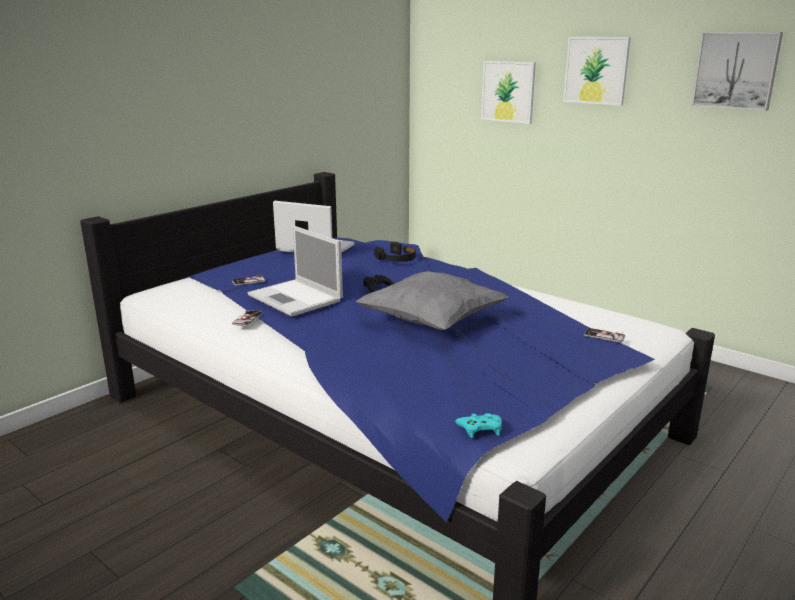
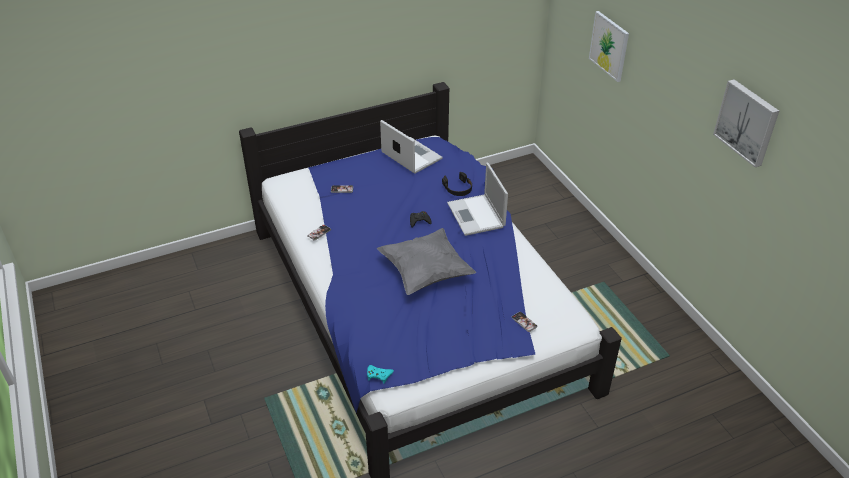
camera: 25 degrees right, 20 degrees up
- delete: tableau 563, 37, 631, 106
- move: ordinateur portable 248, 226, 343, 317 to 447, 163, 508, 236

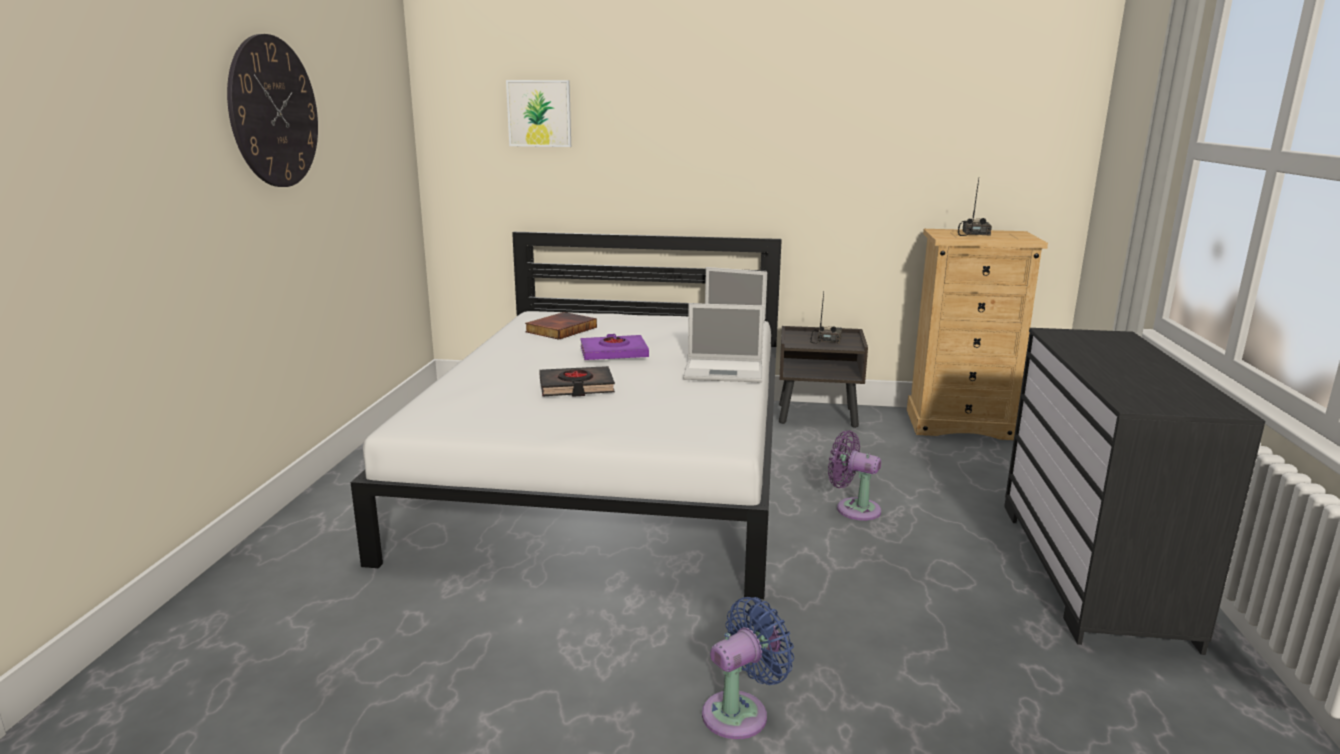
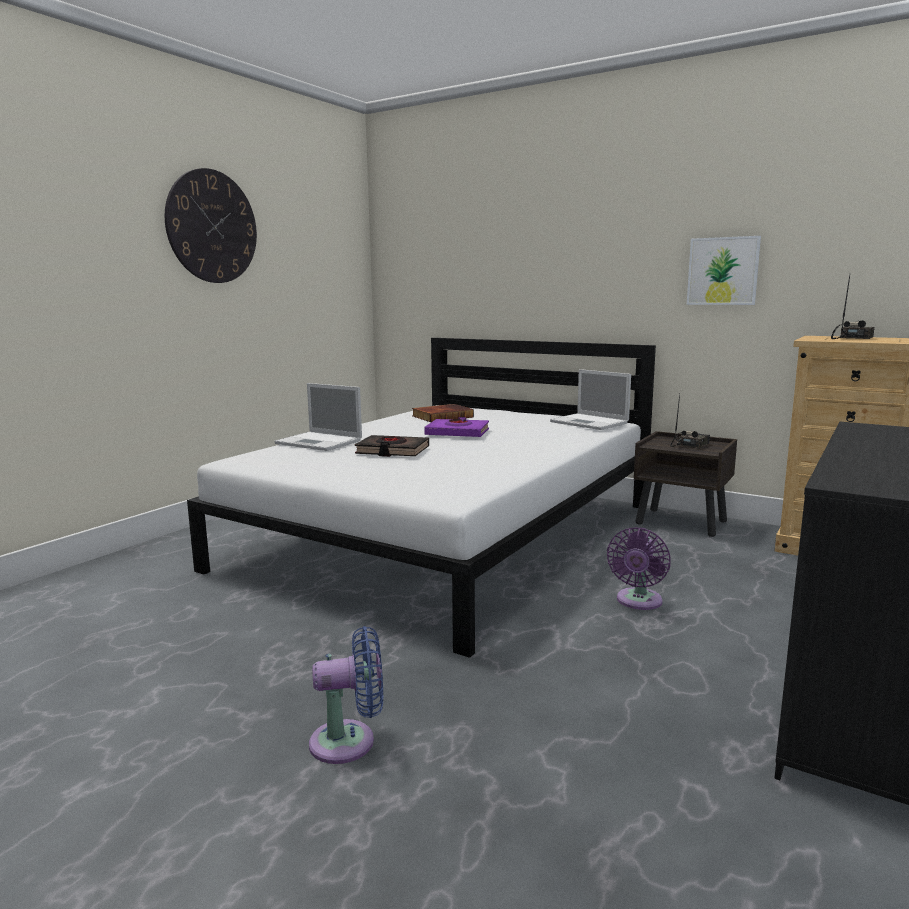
camera: 25 degrees right, 5 degrees down
- move: tableau 506, 80, 571, 147 to 687, 236, 761, 305
- move: ordinateur portable 683, 303, 764, 383 to 274, 383, 362, 451
- rotate: ventilateur [violet] 828, 431, 881, 521 = 607, 528, 671, 610 120 degrees counterclockwise

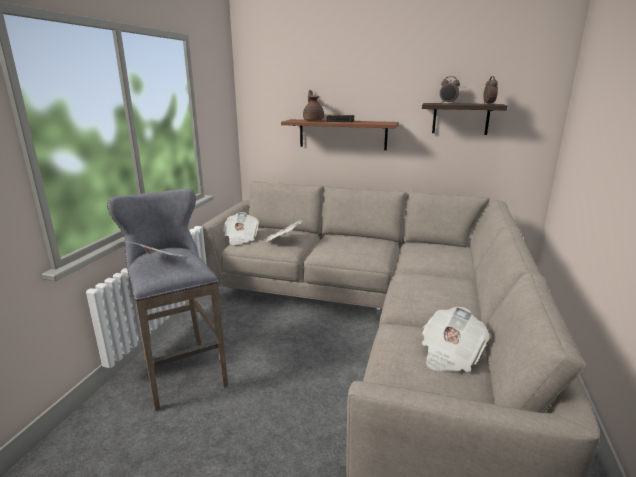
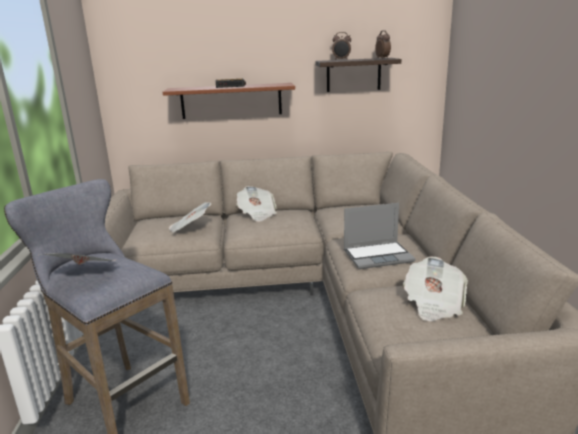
camera: 20 degrees left, 0 degrees up
- delete: théière [marron] 303, 90, 324, 121
- move: journal 223, 212, 259, 245 to 237, 186, 277, 222
- insert: ordinateur portable 344, 203, 415, 269

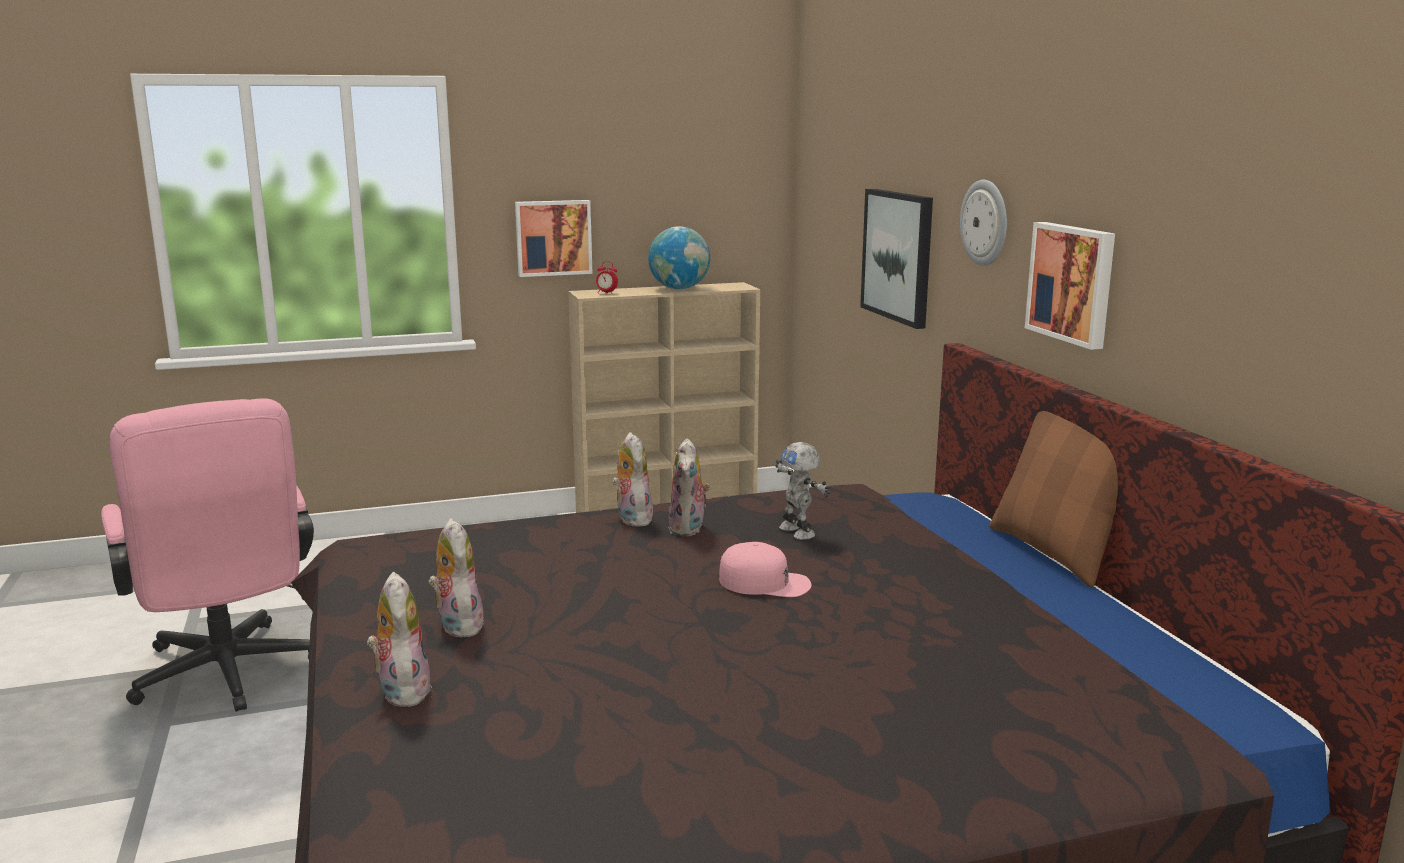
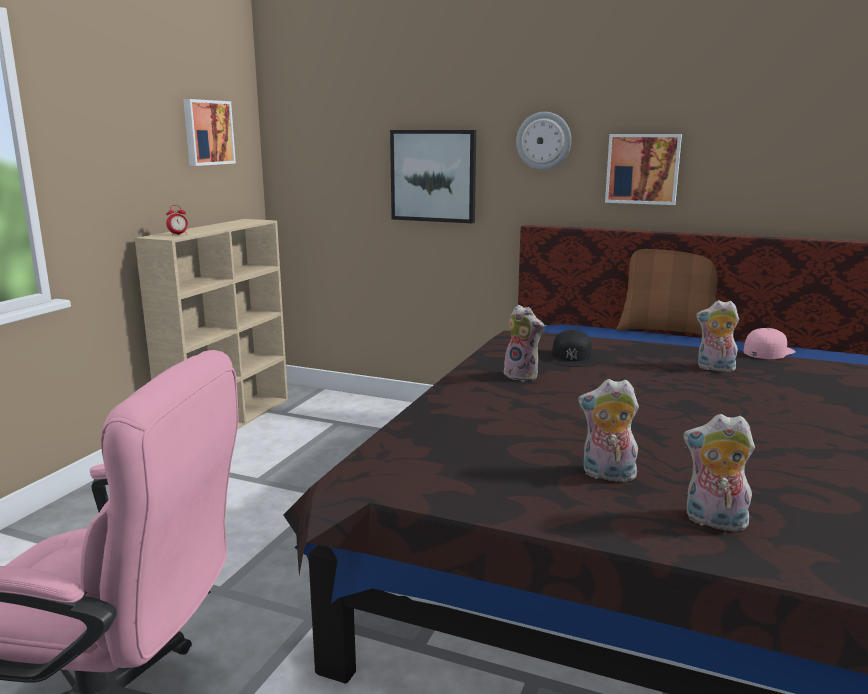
camera: 50 degrees left, 0 degrees up
- move: tableau 515, 200, 592, 277 to 183, 99, 236, 166
- delete: globe 648, 226, 710, 289
- move: peluche 611, 432, 653, 527 to 696, 300, 739, 372
- replace: robot jouet 775, 442, 831, 540 to casquette [noir] 552, 330, 592, 367
- move: casquette [rose] 719, 542, 812, 597 to 743, 328, 796, 359

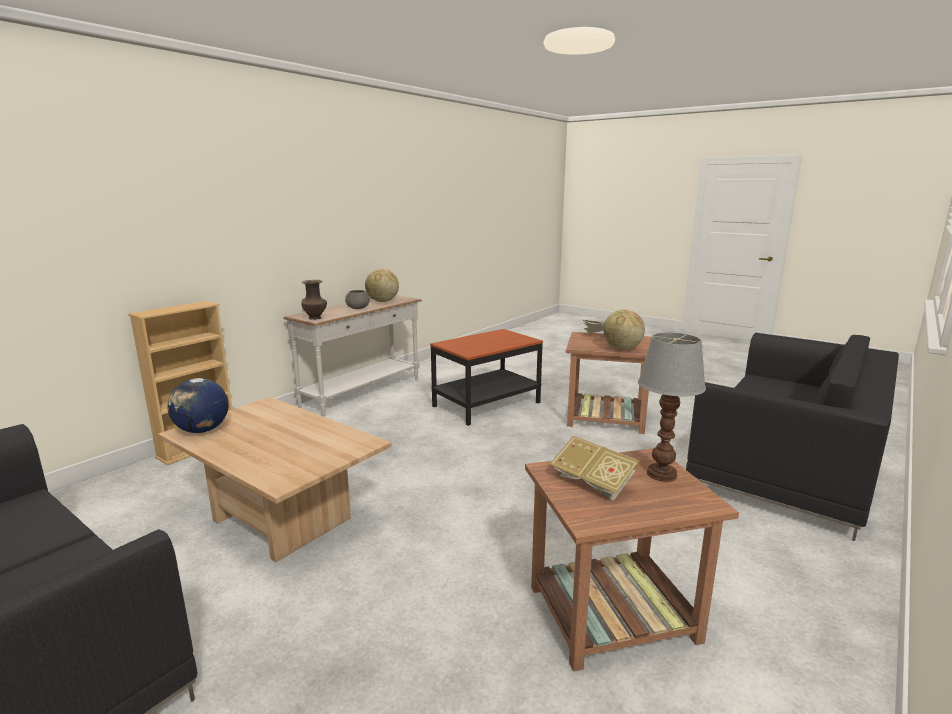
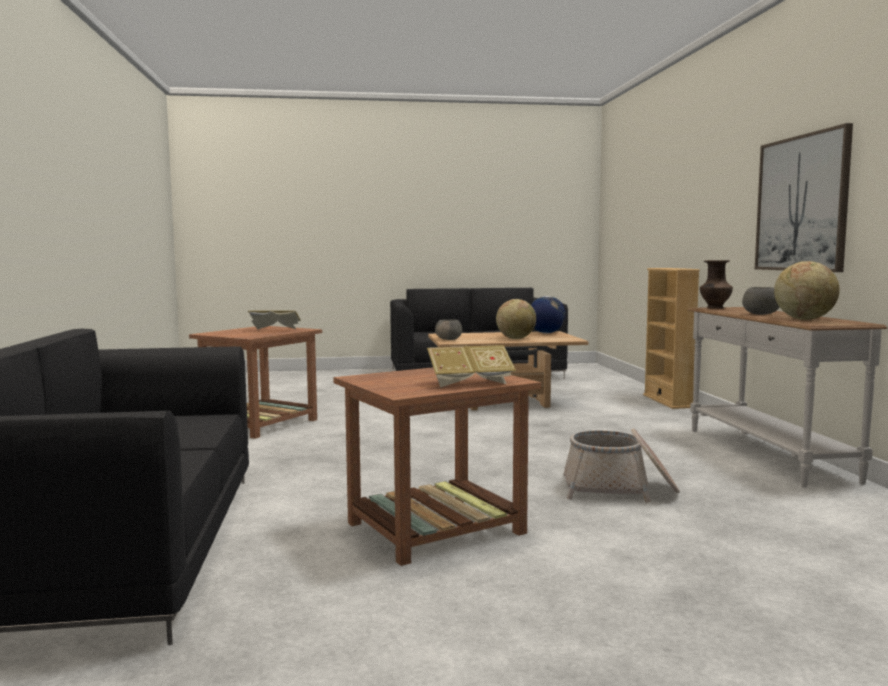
camera: 135 degrees right, 10 degrees down
- move: globe 603, 310, 645, 350 to 496, 299, 536, 339
- replace: table d'appoint 430, 329, 543, 426 to panier 563, 428, 680, 503
- delete: lampe de table 638, 333, 706, 482
- insert: tableau 755, 123, 853, 272
- insert: bol [gris] 435, 319, 462, 340

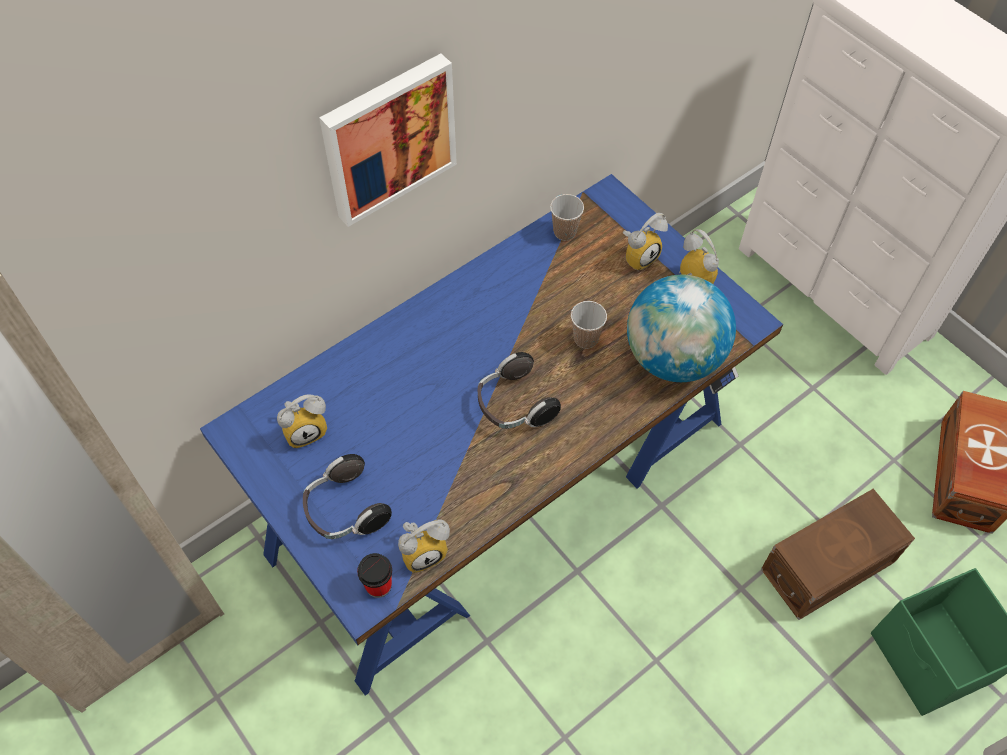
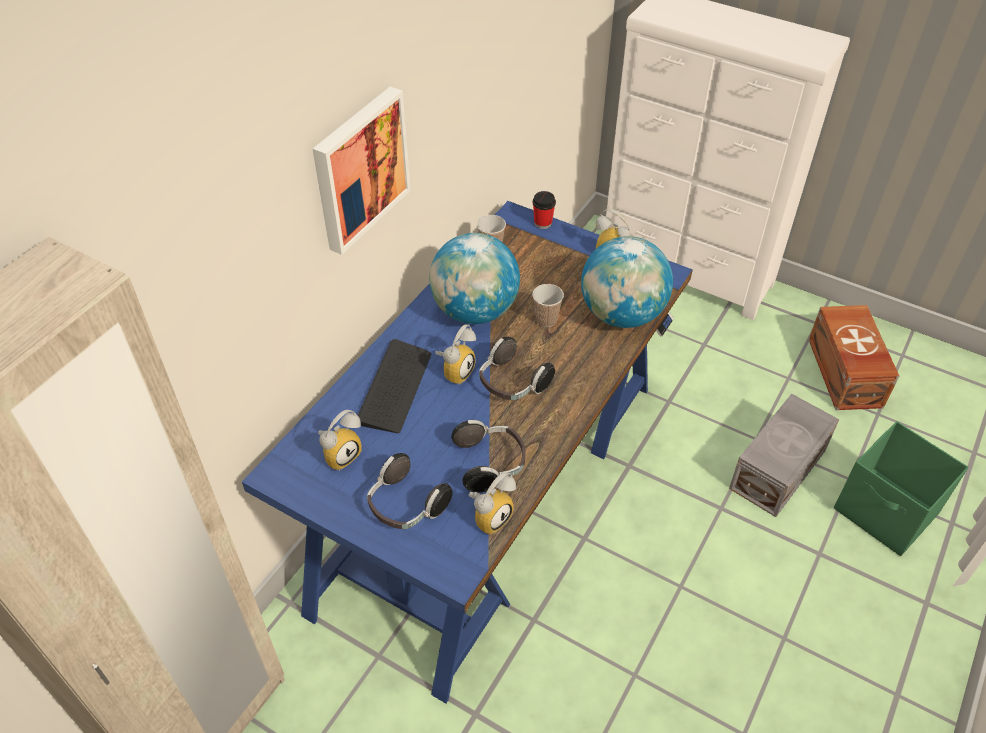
camera: 20 degrees left, 10 degrees down
- move: réveil 622, 213, 668, 271 to 435, 324, 476, 385
- recolor: boîte de rangement [marron] 761, 489, 915, 620 to boîte de rangement [gris] 729, 394, 839, 517
- move: tasse 357, 553, 392, 598 to 533, 191, 556, 229
- insert: globe 429, 233, 520, 324
- insert: clavier 358, 339, 431, 433
- insert: casque audio 451, 420, 526, 493

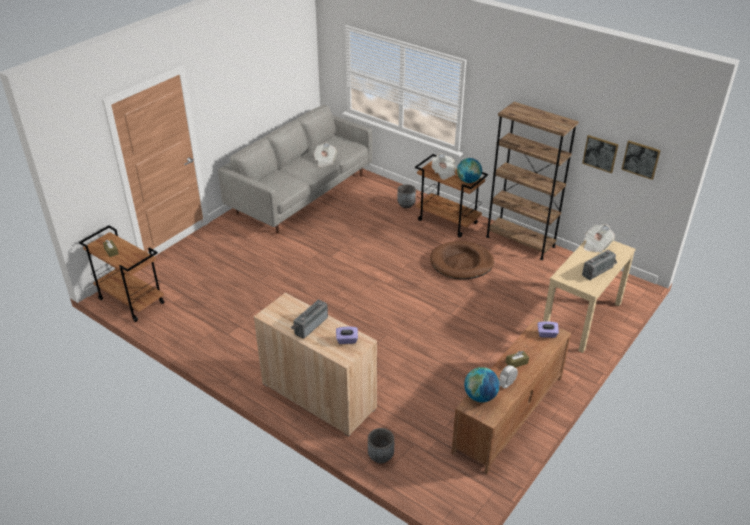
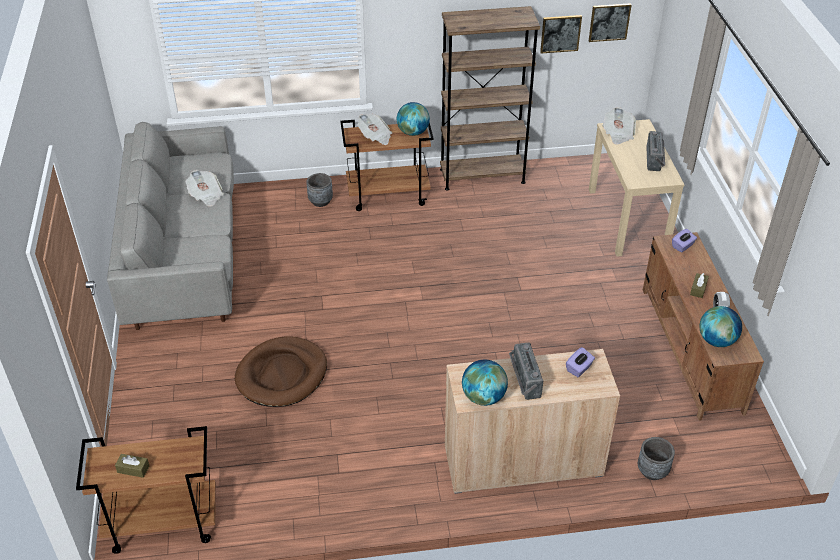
camera: 45 degrees left, 5 degrees up
- move: panier pour chien [marron] 430, 241, 494, 280 to 235, 337, 327, 407
- insert: globe 462, 359, 508, 406

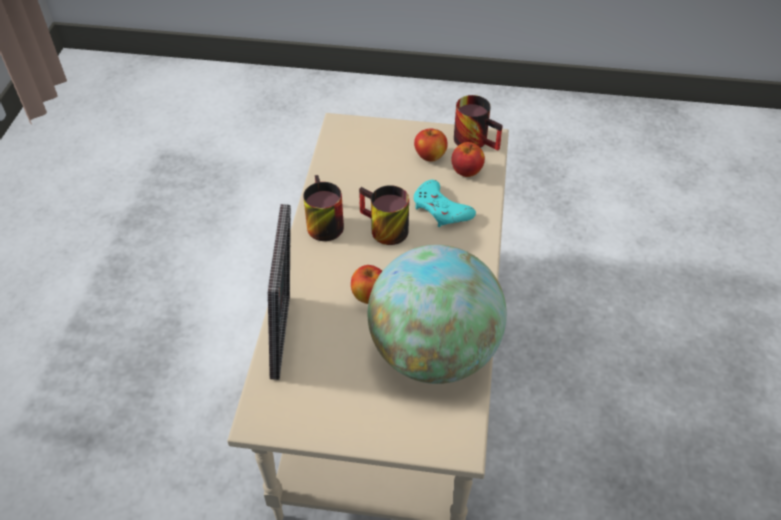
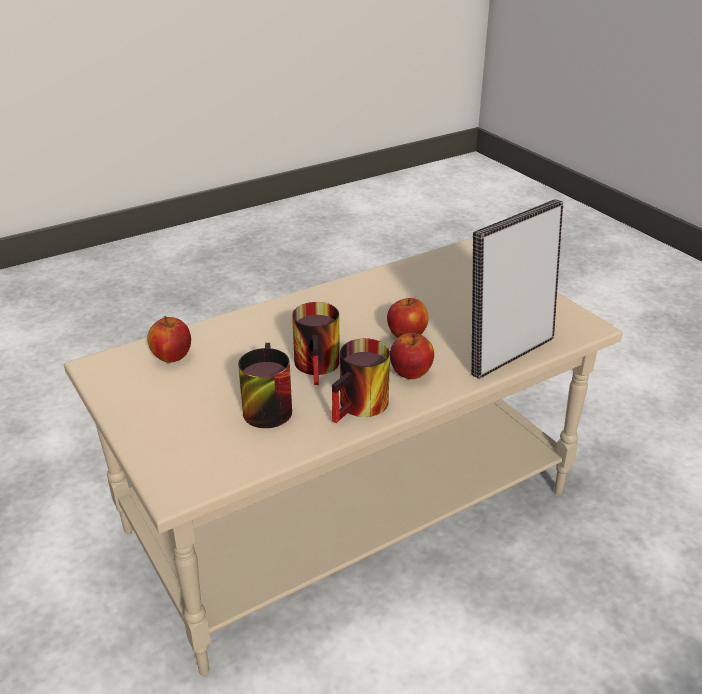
camera: 130 degrees left, 15 degrees down
- move: mug 454, 95, 503, 151 to 238, 343, 292, 428
- move: pomme 414, 128, 448, 161 to 390, 333, 434, 379
- delete: manette [turquoise] 414, 180, 476, 227
- delete: globe 367, 245, 507, 384

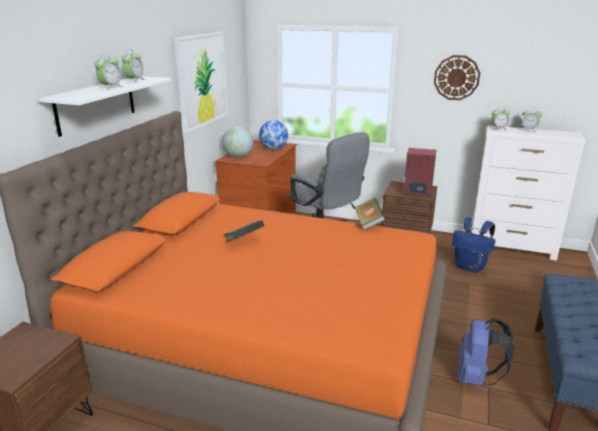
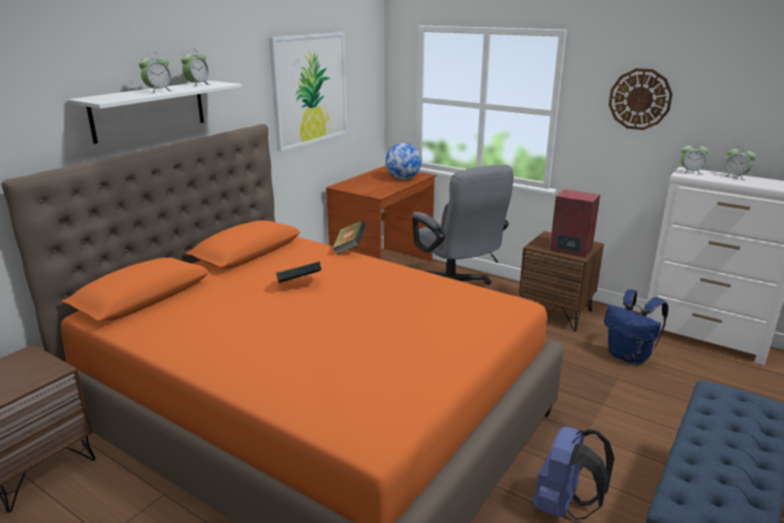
camera: 15 degrees right, 0 degrees up
- delete: globe 222, 126, 253, 158
- move: livre 354, 198, 386, 230 to 332, 221, 366, 255

